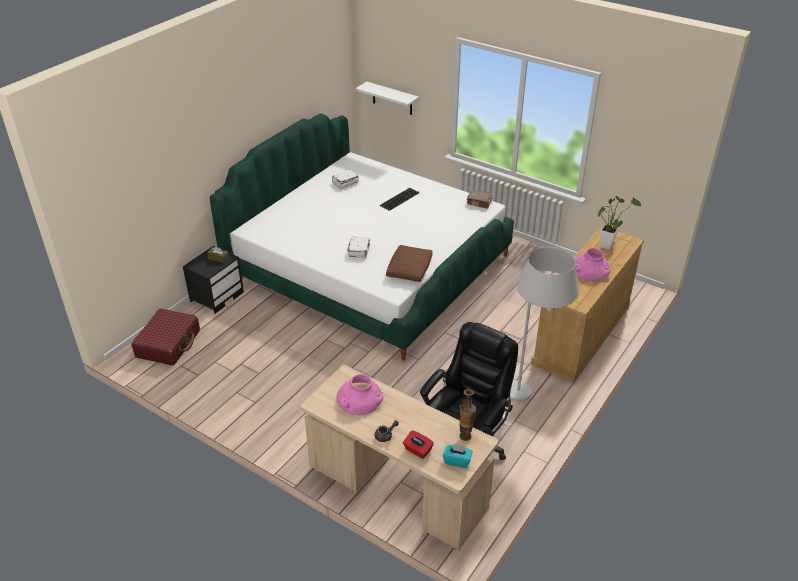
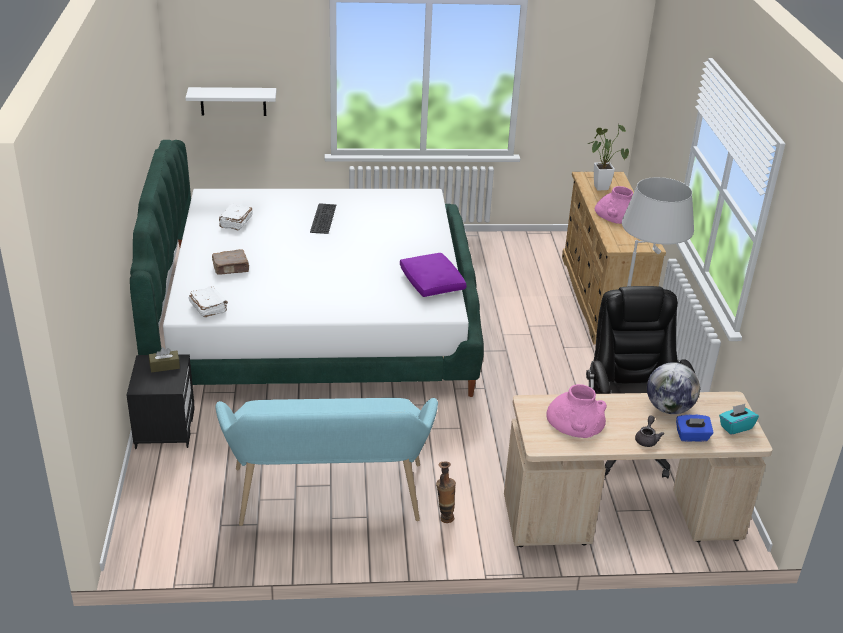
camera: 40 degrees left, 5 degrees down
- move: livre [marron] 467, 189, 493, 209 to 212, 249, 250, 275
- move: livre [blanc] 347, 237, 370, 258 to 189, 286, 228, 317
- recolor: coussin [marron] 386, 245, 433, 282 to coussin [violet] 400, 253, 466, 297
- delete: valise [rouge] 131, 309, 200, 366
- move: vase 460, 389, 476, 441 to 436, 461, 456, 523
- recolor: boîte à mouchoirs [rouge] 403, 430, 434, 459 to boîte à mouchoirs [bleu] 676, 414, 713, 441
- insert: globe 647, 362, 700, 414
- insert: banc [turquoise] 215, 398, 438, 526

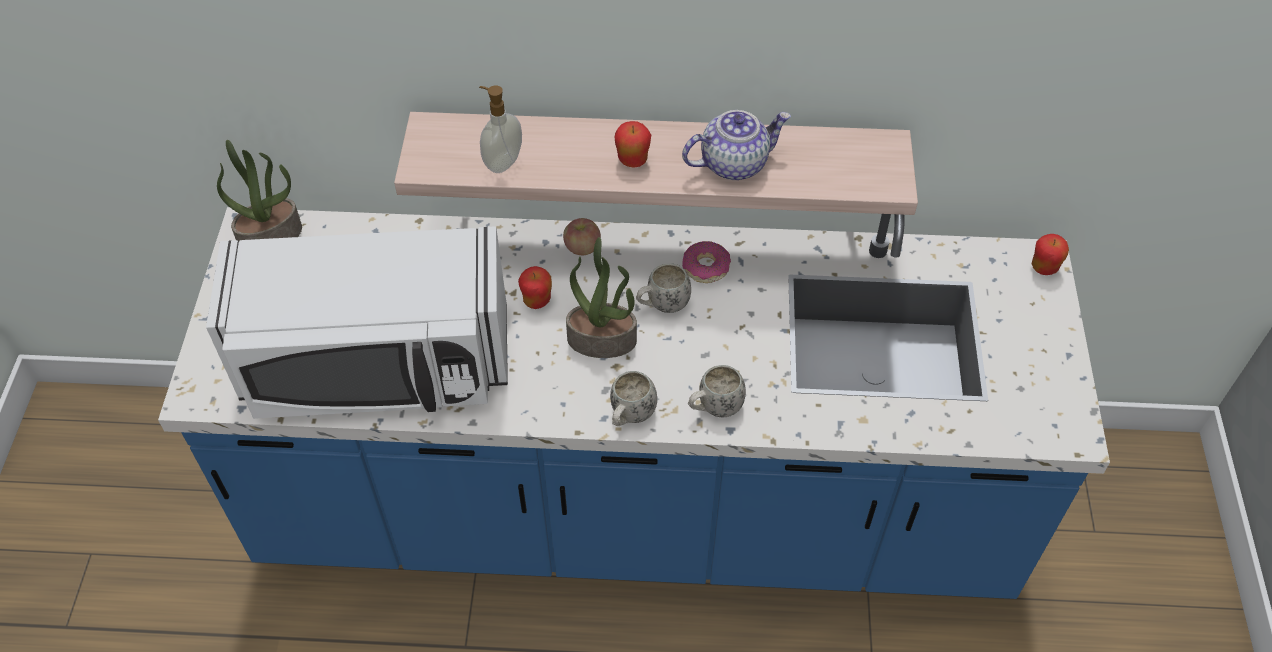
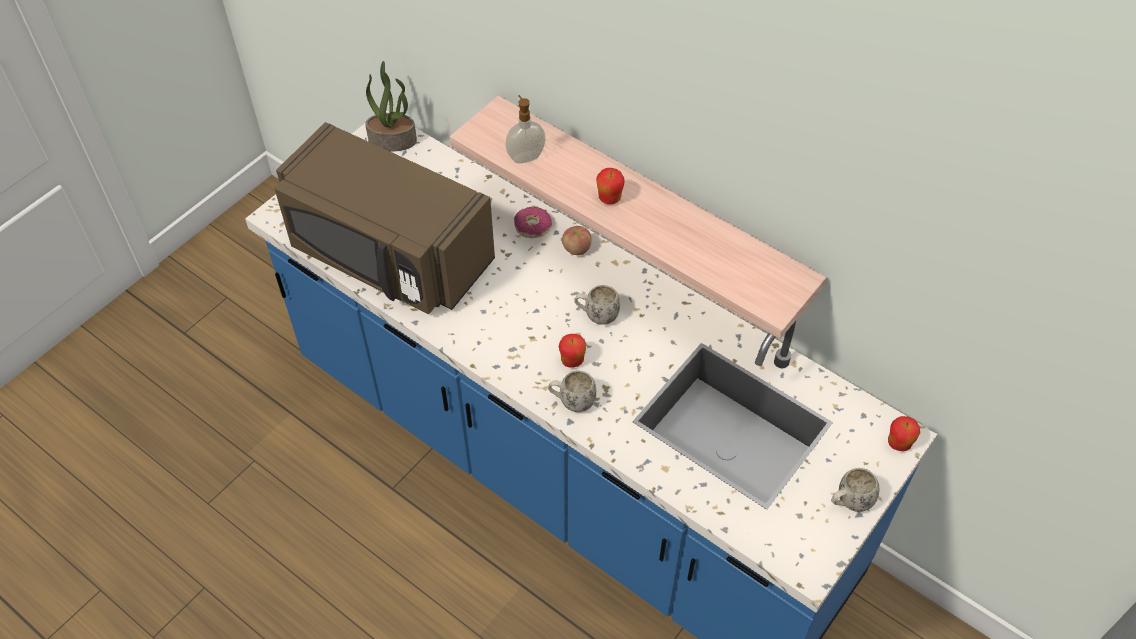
camera: 35 degrees right, 0 degrees up
- delete: théière 682, 110, 791, 180
- recolor: micro-ondes [blanc] 206, 226, 508, 419 to micro-ondes [marron] 274, 122, 495, 314
- delete: plante en pot 566, 237, 637, 358
- move: beignet 682, 241, 731, 283 to 514, 207, 552, 238
- move: pomme 518, 266, 552, 309 to 559, 334, 586, 368
- move: mug [blanc] 610, 371, 657, 426 to 831, 468, 879, 512

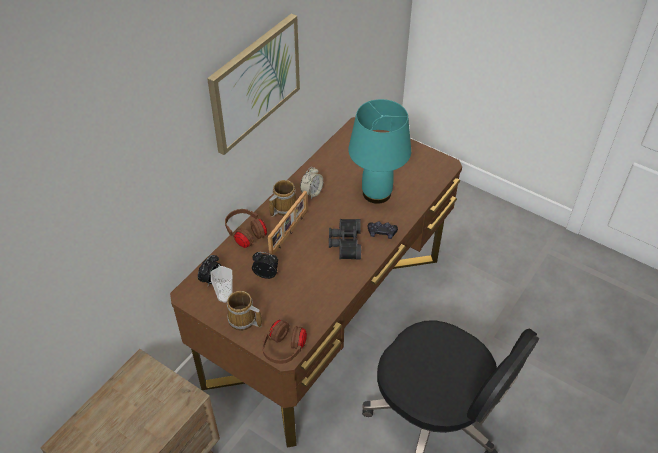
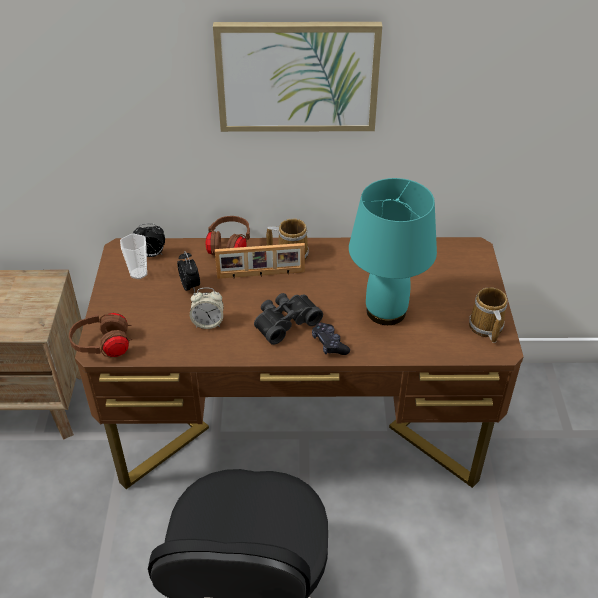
camera: 55 degrees right, 5 degrees down
- move: réveil 300, 167, 323, 199 to 190, 287, 224, 329
- move: mug 227, 291, 262, 331 to 469, 287, 507, 343

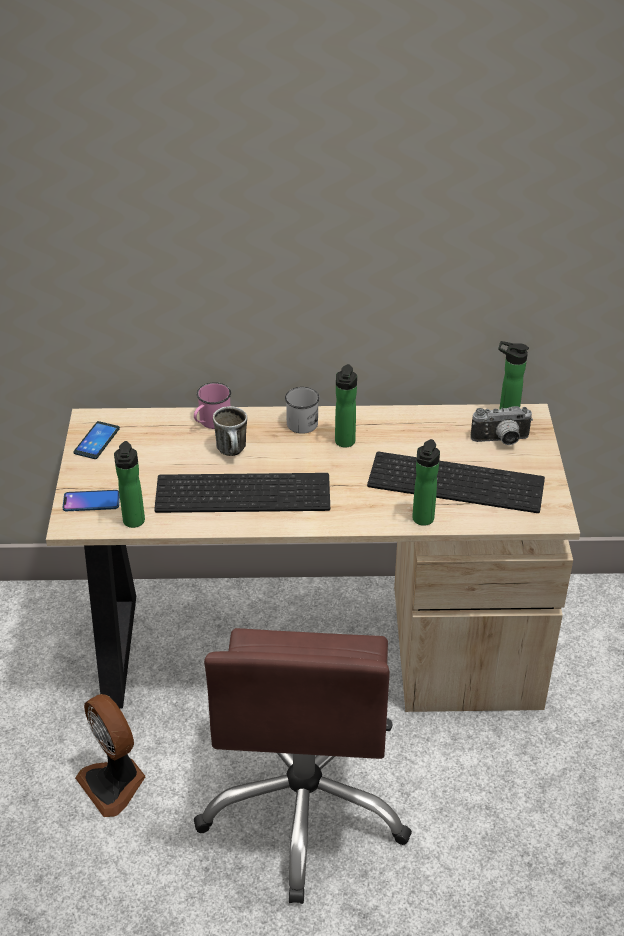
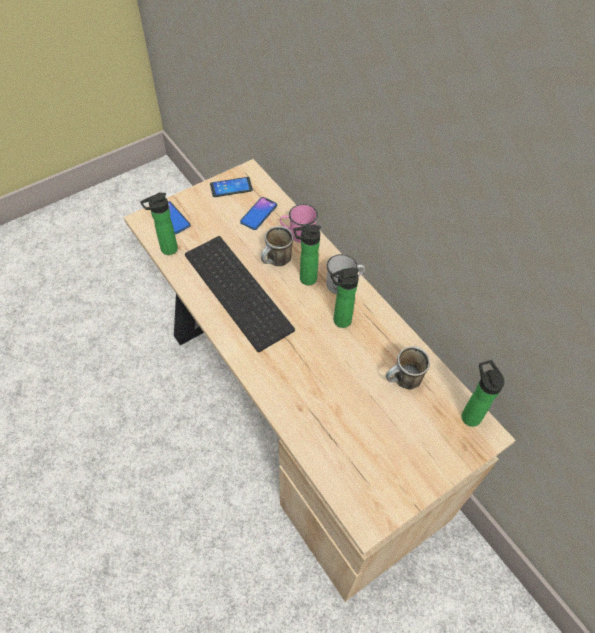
camera: 55 degrees right, 15 degrees up
- delete: appareil photo 470, 406, 533, 445
- move: bouteille 412, 439, 440, 526 to 293, 224, 321, 285
- delete: clavier 367, 452, 545, 513
- delete: chaise de bureau [marron] 194, 628, 412, 904
- delete: ventilateur 75, 694, 145, 817
- insert: téléphone 240, 197, 277, 230
- insert: mug 386, 346, 430, 390

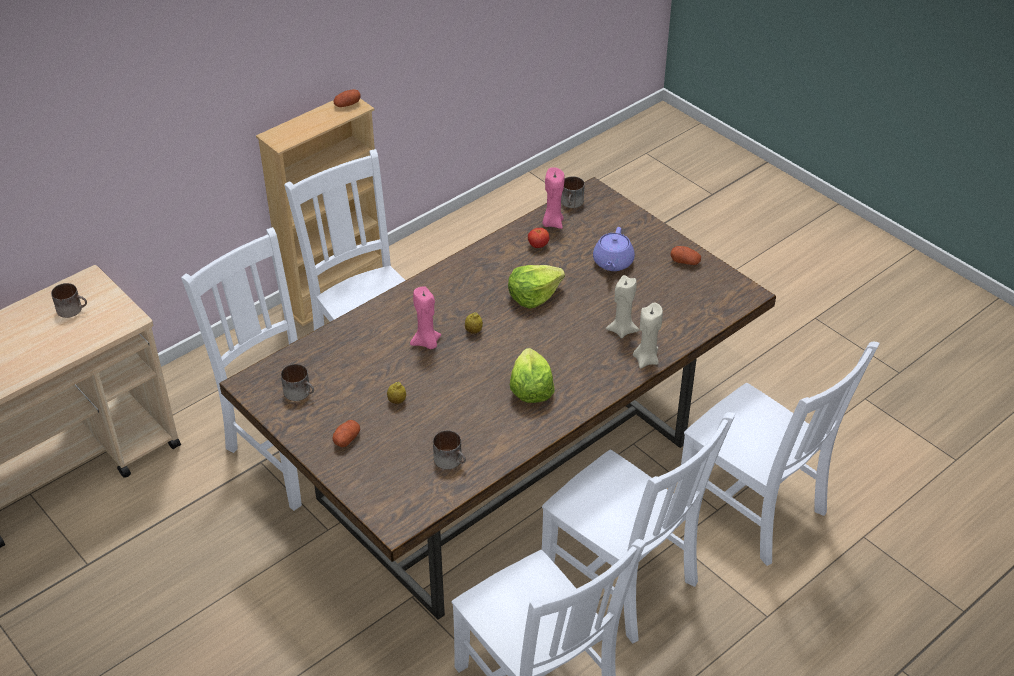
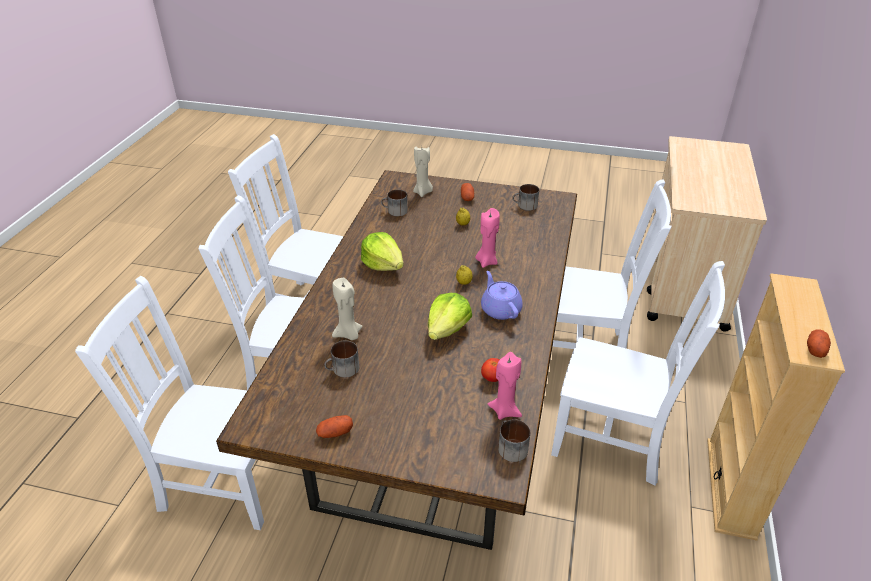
camera: 145 degrees right, 5 degrees down
- move: théière [violet] 593, 227, 635, 271 to 481, 271, 523, 320
- move: mug 51, 283, 87, 318 to 324, 340, 359, 377
- move: bougie [beige] 633, 303, 663, 368 to 413, 147, 433, 197

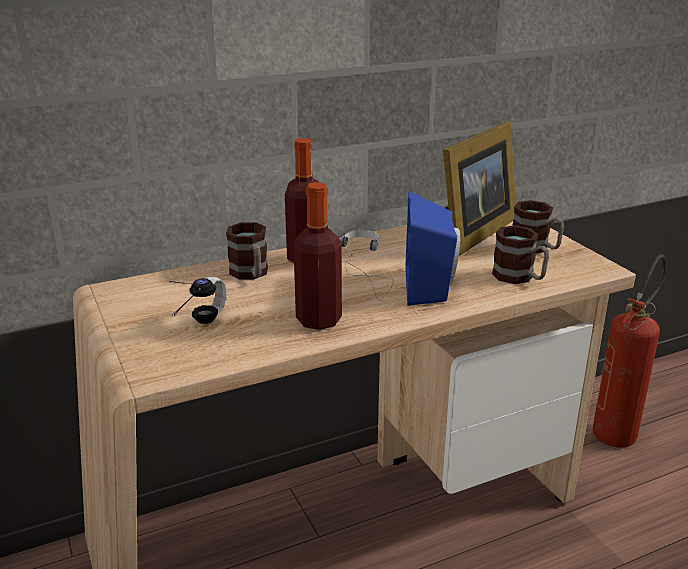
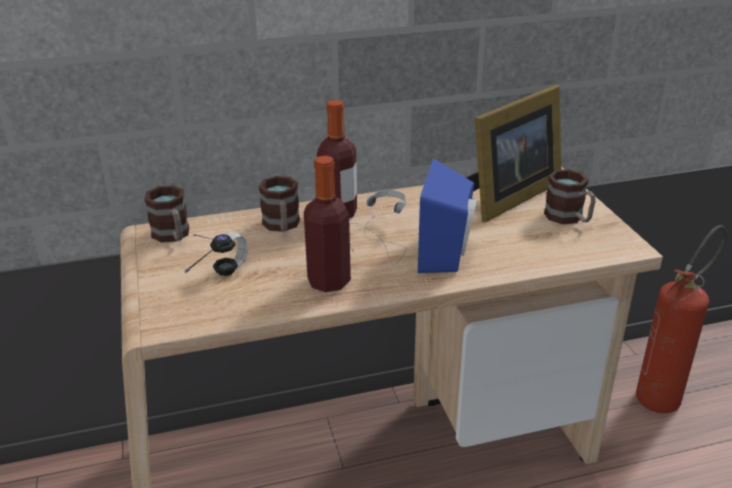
camera: 10 degrees right, 5 degrees up
- move: mug 492, 225, 549, 284 to 145, 185, 189, 243

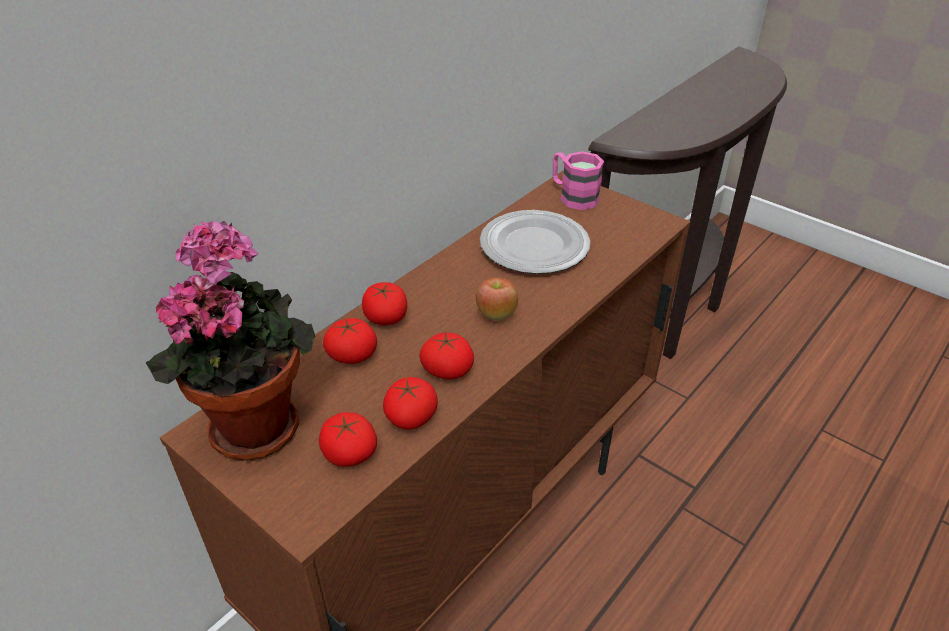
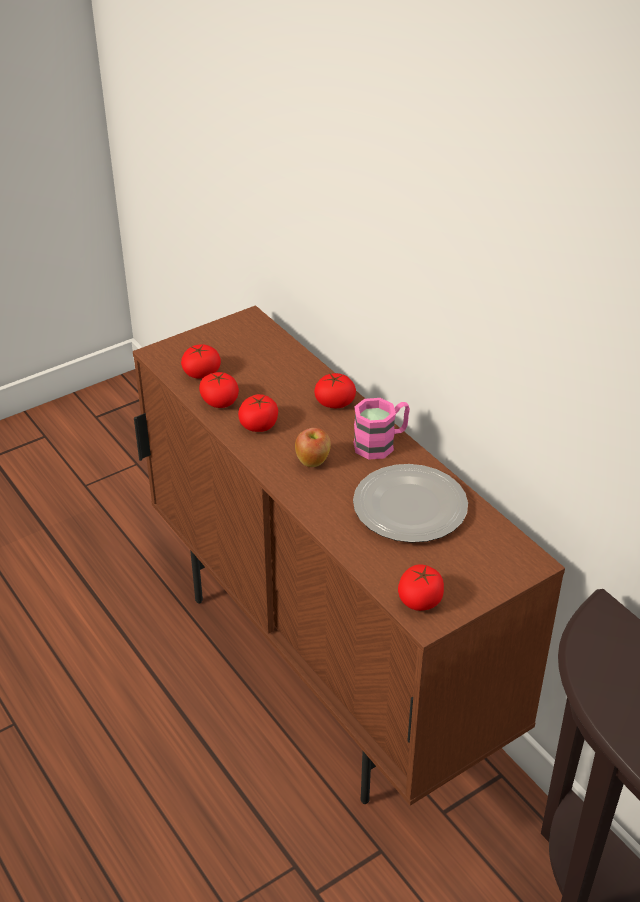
camera: 105 degrees right, 0 degrees up
- move: mug [rose] 553, 151, 604, 210 to 354, 398, 410, 460
- delete: plante en pot 146, 221, 315, 461
- move: tomate 323, 318, 377, 364 to 398, 564, 444, 611

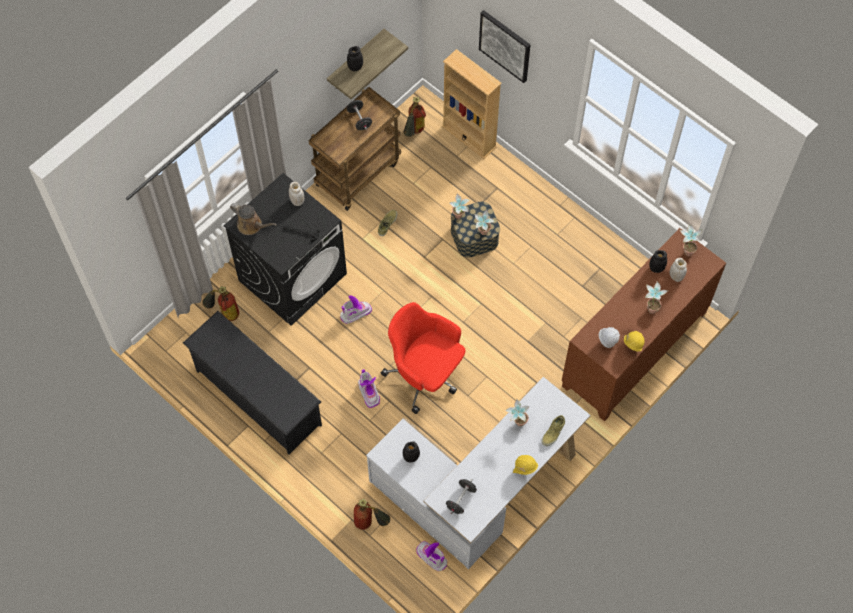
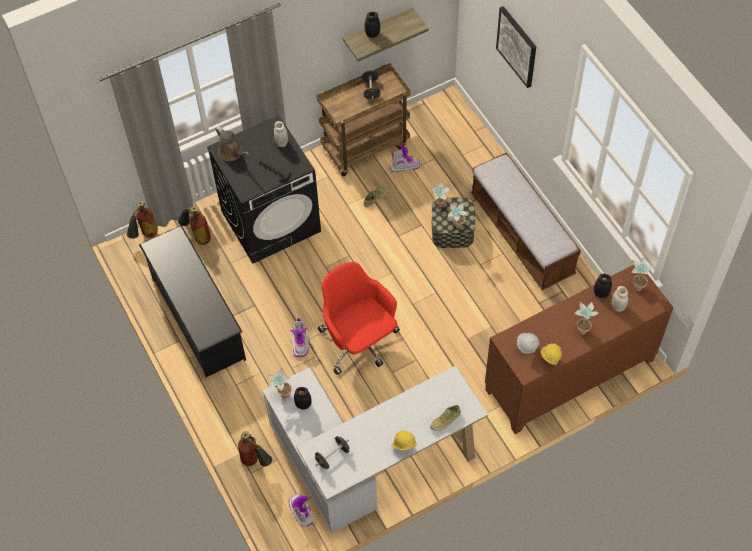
camera: 20 degrees right, 5 degrees down
- delete: bibliothèque [beige] 442, 49, 502, 159
- move: extincteur 403, 97, 426, 137 to 127, 200, 158, 239
- move: botte 340, 296, 372, 324 to 390, 145, 420, 173
- move: plante en pot 505, 399, 529, 427 to 267, 368, 292, 398
- insert: banc 471, 152, 581, 290

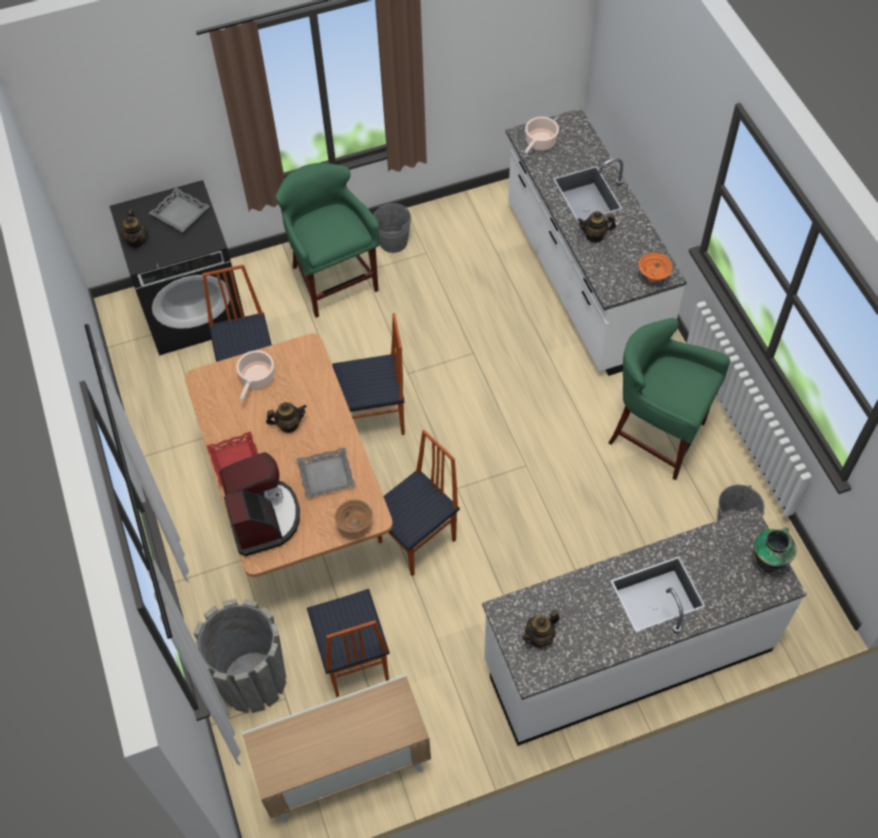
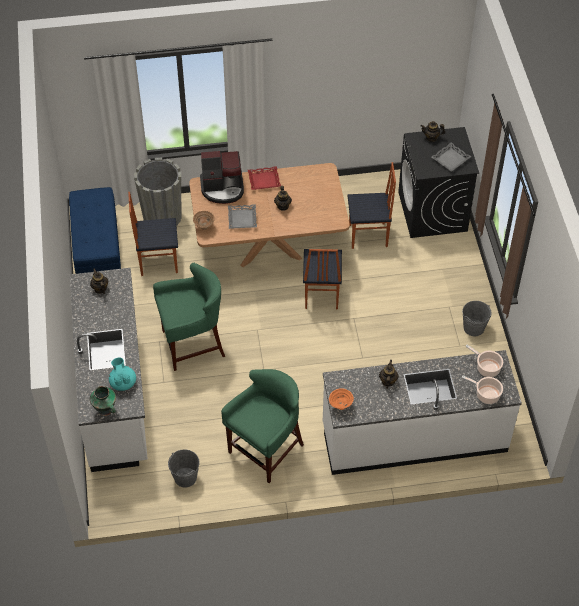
camera: 100 degrees right, 5 degrees down
- move: tabouret [vert] 276, 163, 380, 318 to 153, 263, 225, 371
- move: marmite 236, 350, 274, 400 to 462, 376, 503, 404
- delete: chaise 378, 430, 460, 576
- replace: meuble de rangement 242, 674, 431, 823 to banc [bleu] 69, 187, 121, 274
- insert: théière [turquoise] 109, 358, 136, 391

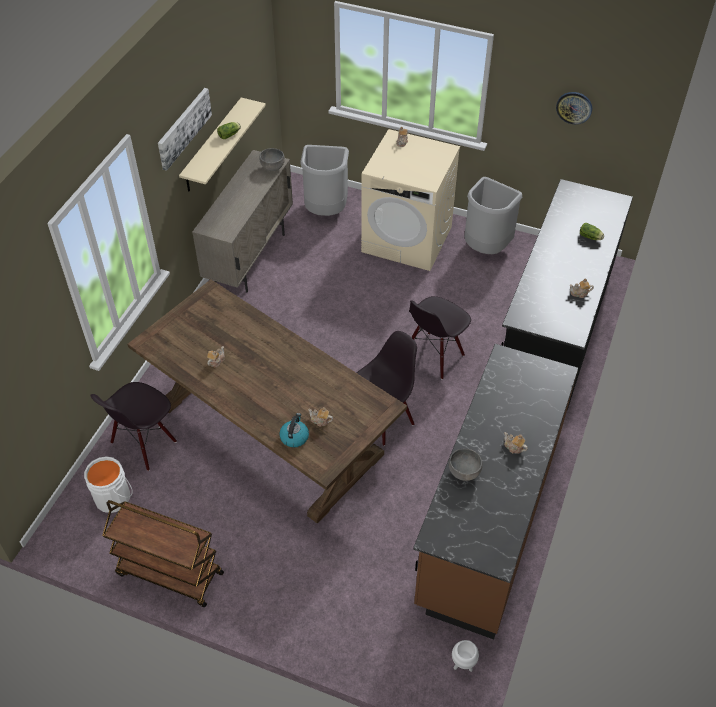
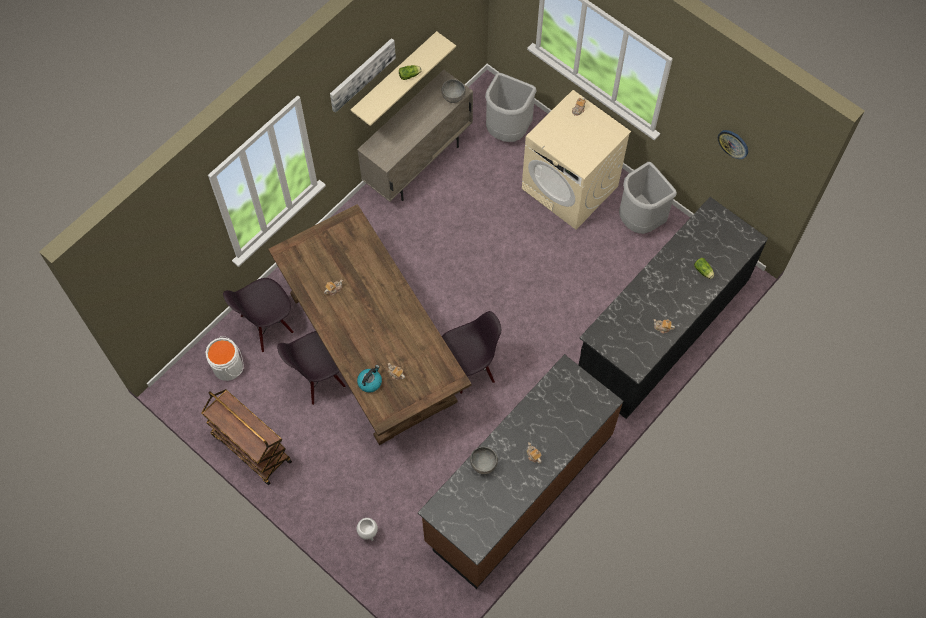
camera: 20 degrees right, 15 degrees up
- move: chaise [noir] 409, 296, 471, 379 to 277, 331, 345, 405
- move: cache-pot [blanc] 452, 640, 479, 672 to 357, 518, 378, 541

